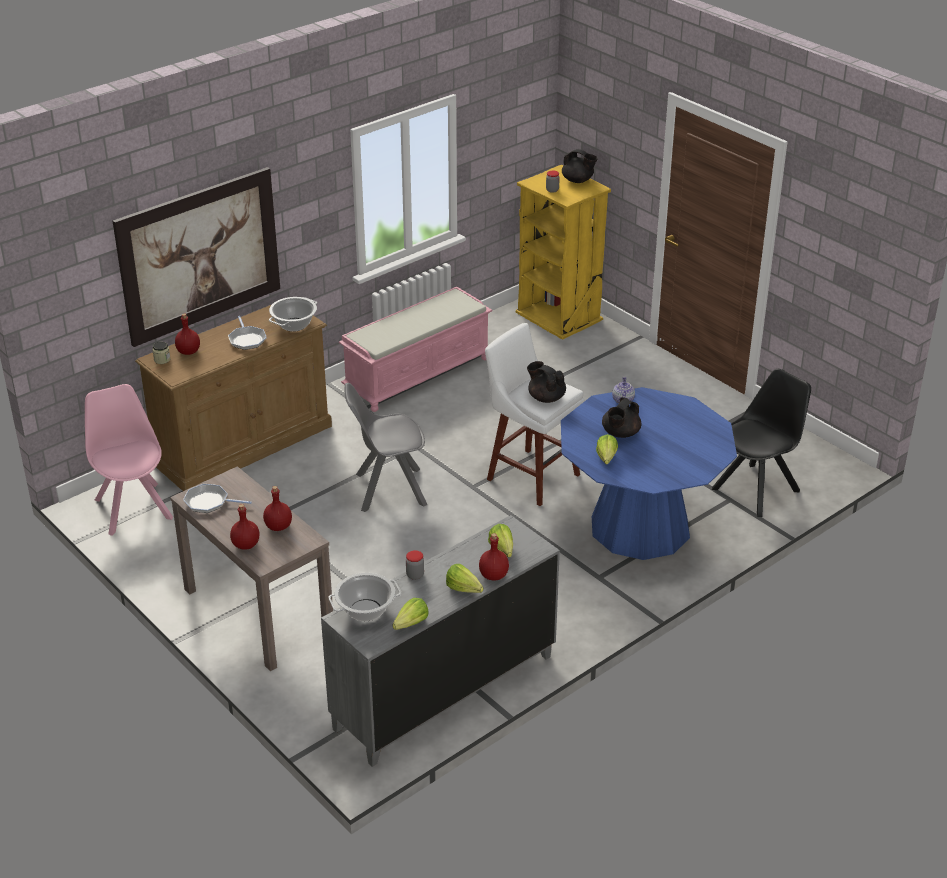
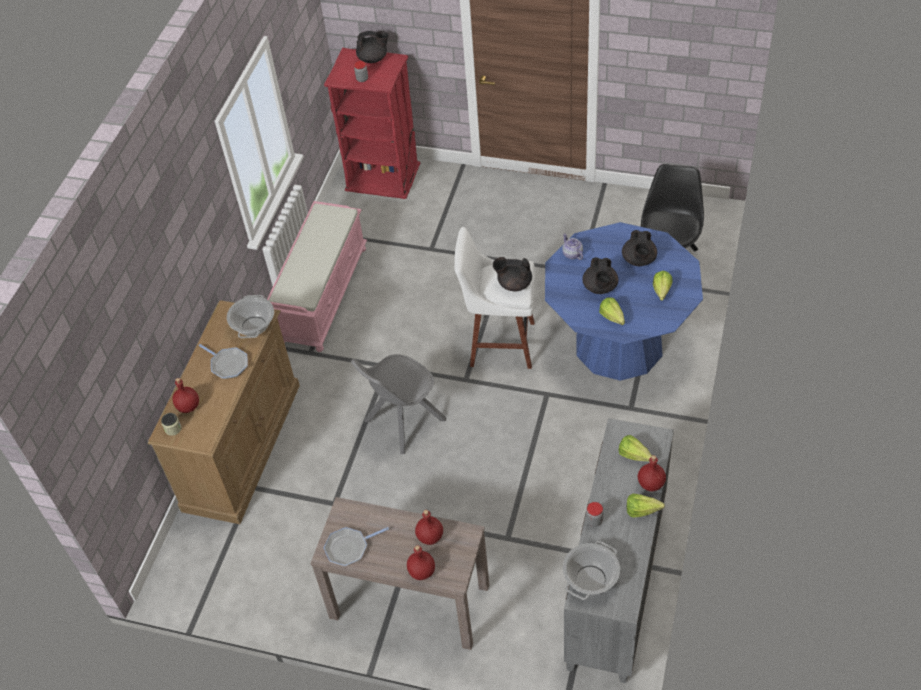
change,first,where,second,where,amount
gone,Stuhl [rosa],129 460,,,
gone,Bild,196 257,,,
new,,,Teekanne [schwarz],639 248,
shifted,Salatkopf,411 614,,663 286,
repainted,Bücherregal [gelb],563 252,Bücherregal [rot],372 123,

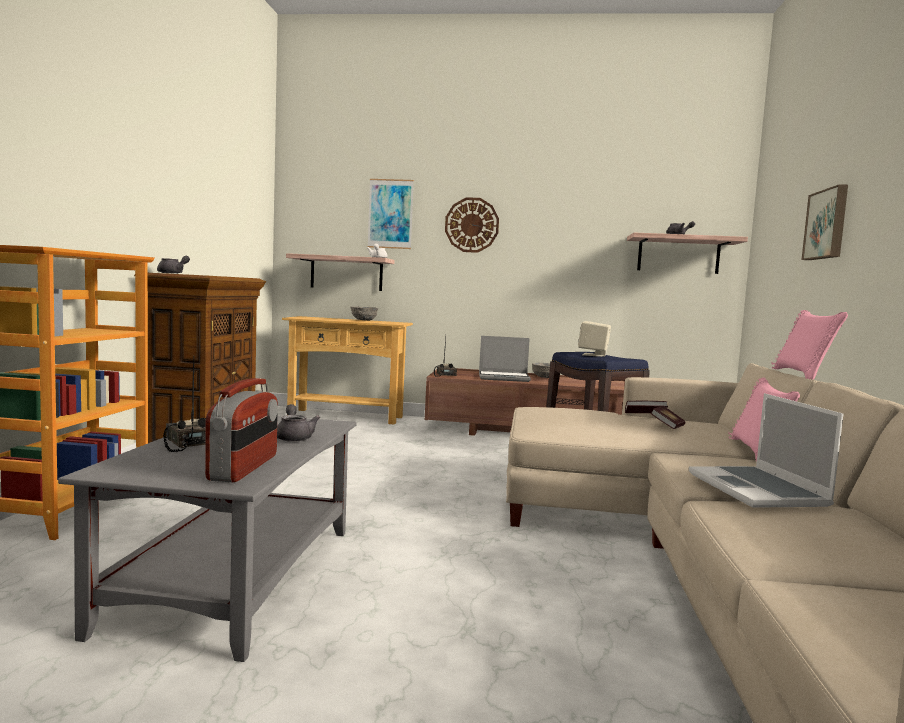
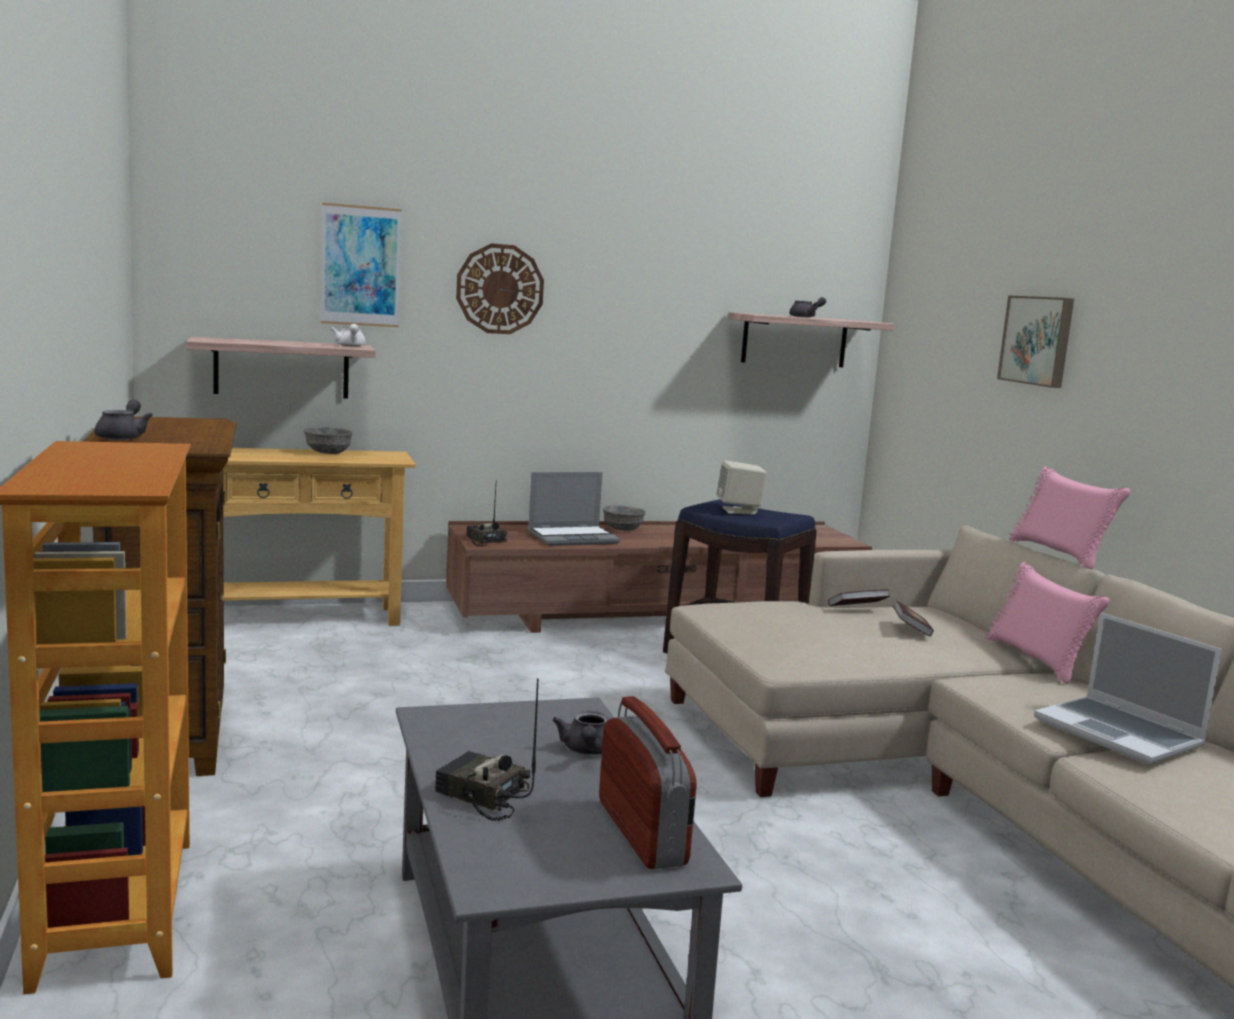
change,first,where,second,where,amount
rotated,Teekanne [grau],298 423,,580 733,135 degrees counterclockwise

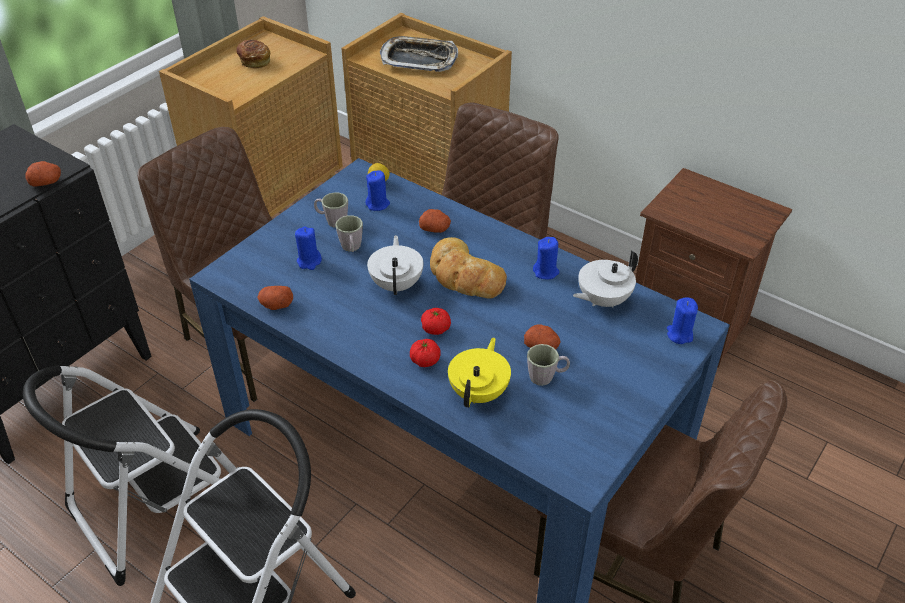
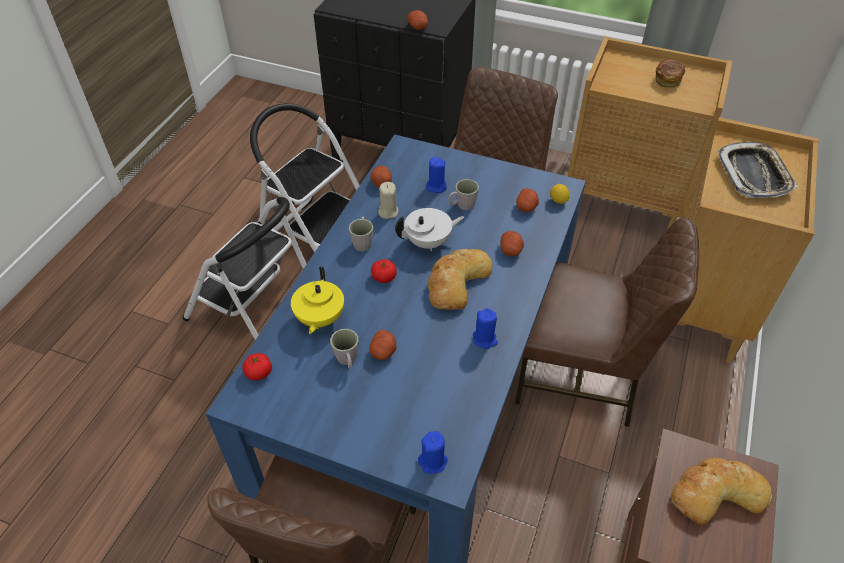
change,first,where,second,where,amount
gone,Teekanne [weiß],605 279,,,
new,,,Kerze [beige],388 200,
new,,,Brot,721 491,
shifted,Henkelbecher [grau],331 210,,361 234,
shifted,Tomate,425 353,,257 366,
swapped,Kerze [blau],377 190,Kartoffel,527 200,
rotated,Teekanne [gelb],479 373,,317 300,90 degrees clockwise

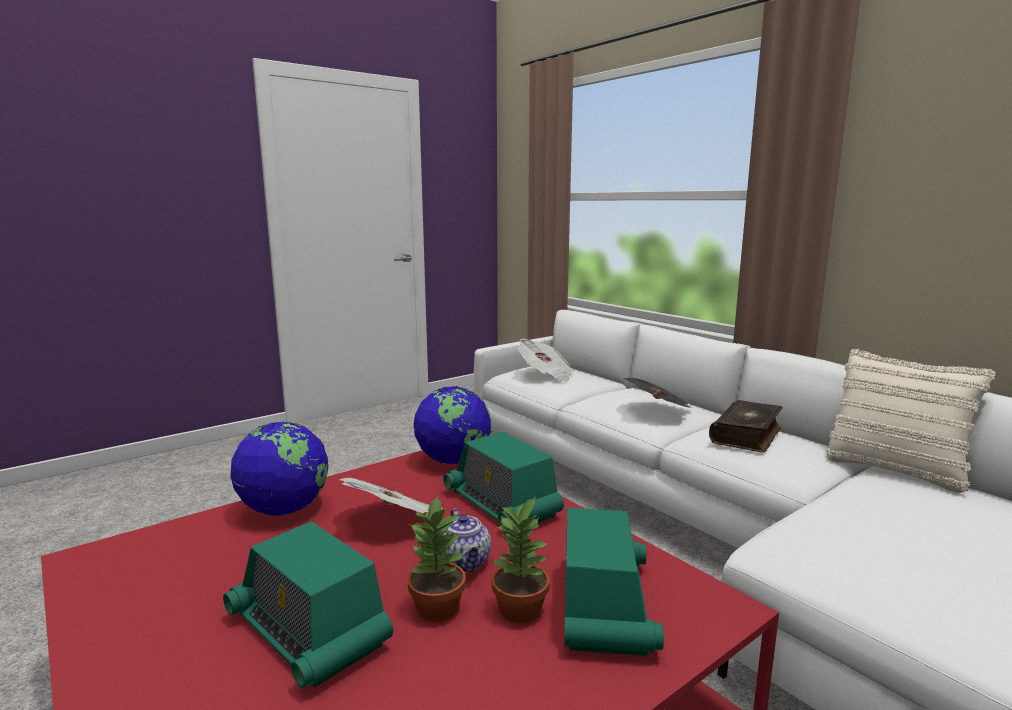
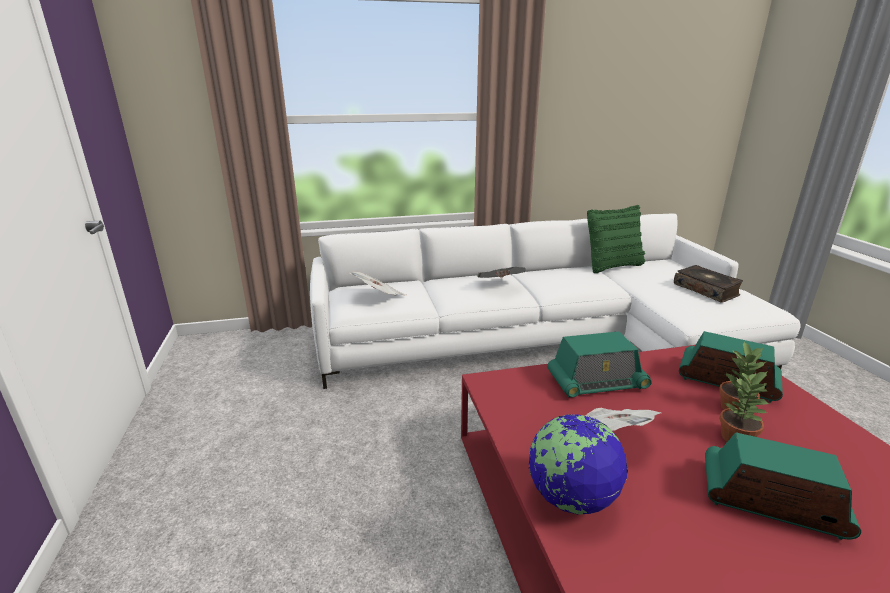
change,first,where,second,where,amount
gone,Globus,452 425,,,
gone,Teekanne,467 541,,,
shifted,Buch,745 426,,708 284,
repainted,Kissen [beige],911 421,Kissen [grün],616 239,
rotated,Radio,308 604,,783 486,135 degrees counterclockwise

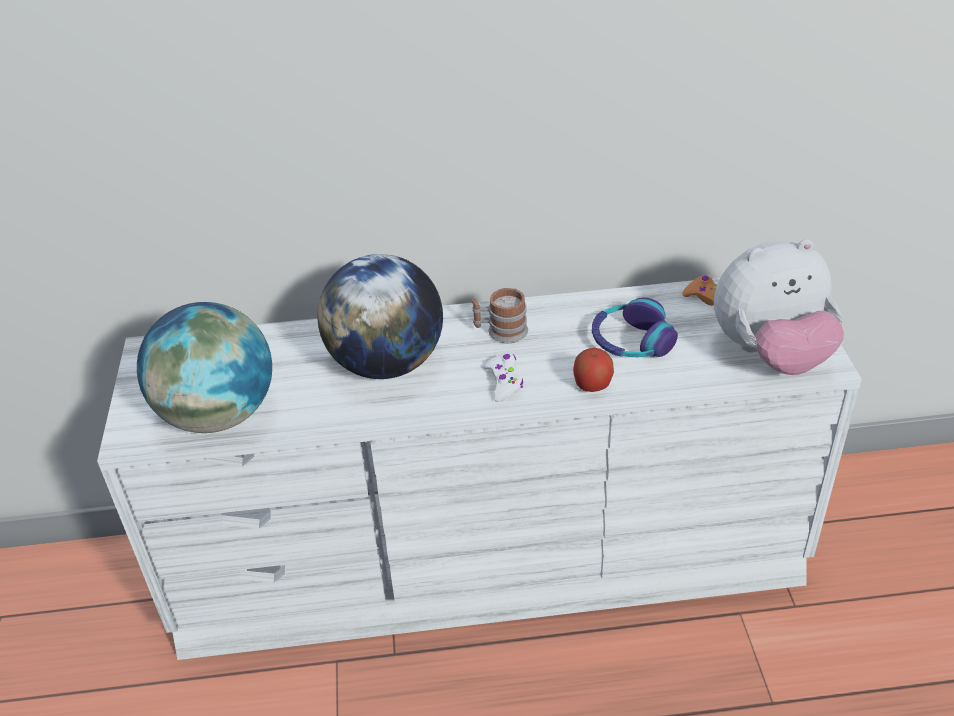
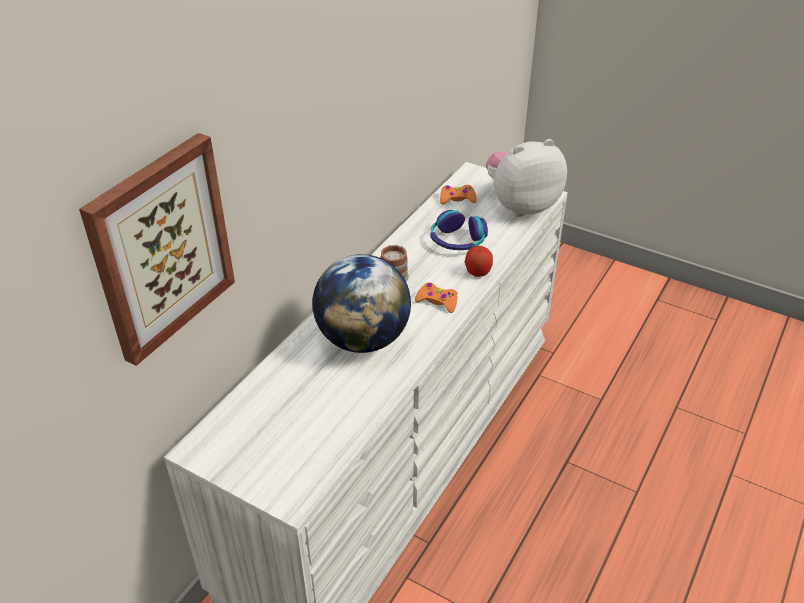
change,first,where,second,where,amount
gone,Globus,204 367,,,
new,,,Bild,157 249,
repainted,Gamepad [weiß],503 377,Gamepad [orange],436 298,
rotated,Plüschtier,779 307,,526 178,135 degrees counterclockwise

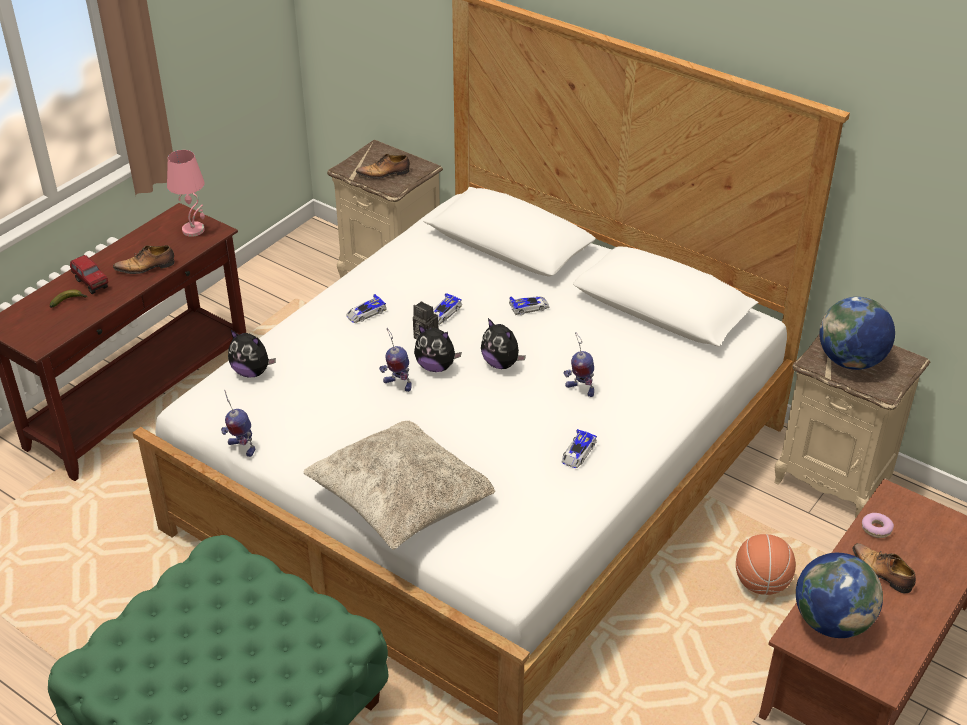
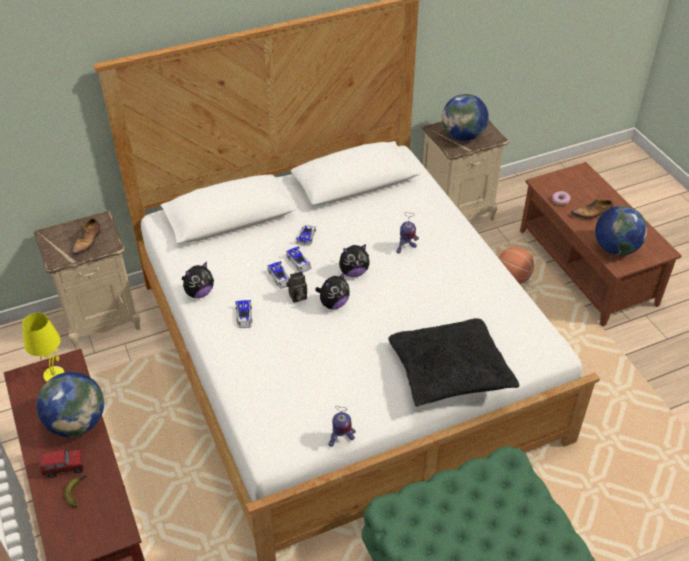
change,first,where,second,where,amount
gone,Spielzeugroboter,395 360,,,
shifted,Plüschtier,252 354,,198 280,
shifted,Spielzeugauto,579 448,,299 259,
swapped,Schuh,144 259,Globus,70 404,
repainted,Tischlampe [rosa],186 193,Tischlampe [gelb],43 347,
repainted,Kissen [beige],399 485,Kissen [schwarz],454 362,

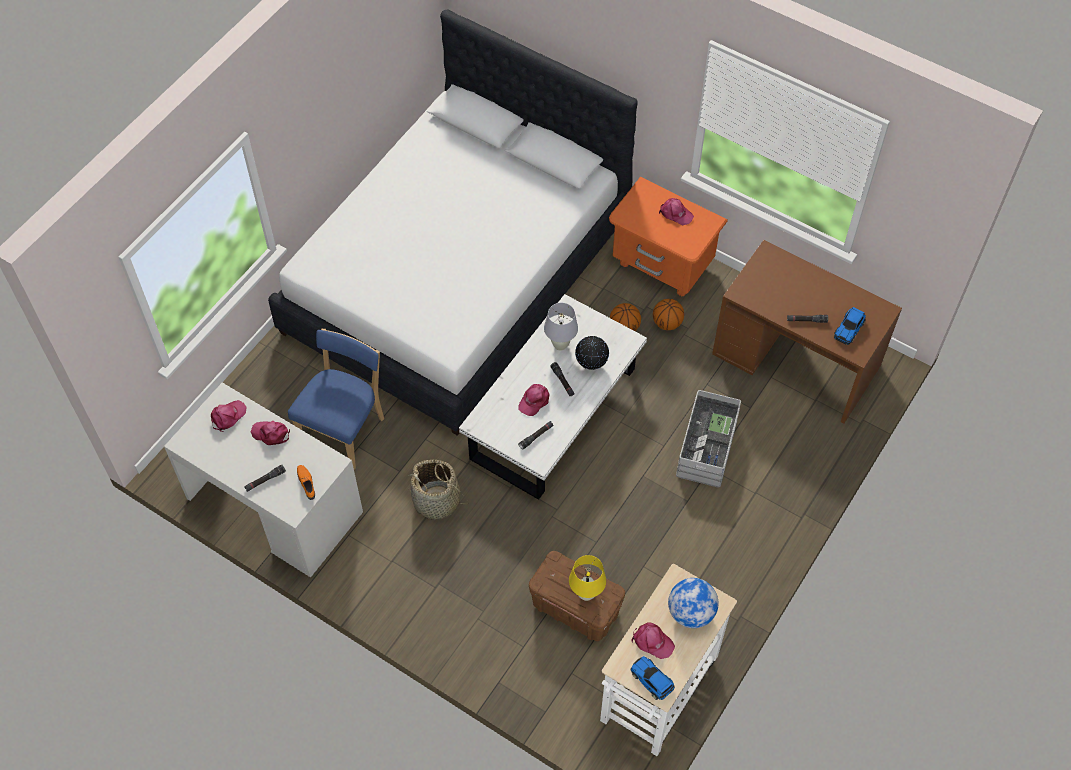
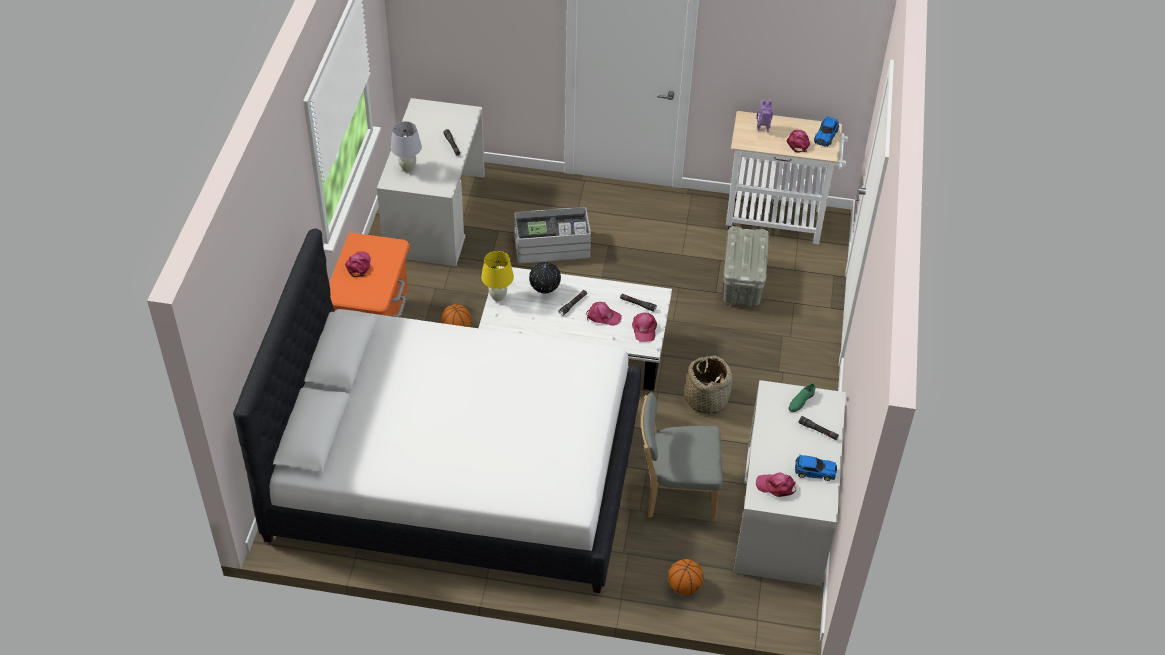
change,first,where,second,where,amount
shifted,Kappe [rosa],270 433,,644 327,
shifted,Tischlampe [weiß],561 327,,406 146,
shifted,Tischlampe [gelb],587 578,,497 276,
shifted,Basketball,668 314,,686 577,
shifted,Spielzeugauto,850 326,,816 468,
swapped,Globus,693 603,Spielzeugroboter,764 116,
repainted,Stuhl [blau],336 399,Stuhl [grau],681 456,
repainted,Schuh [orange],306 482,Schuh [grün],801 398,
repainted,Aufbewahrungsbox [braun],577 596,Aufbewahrungsbox [grau],746 266,
repainted,Schreibtisch [braun],807 331,Schreibtisch [weiß],431 182,

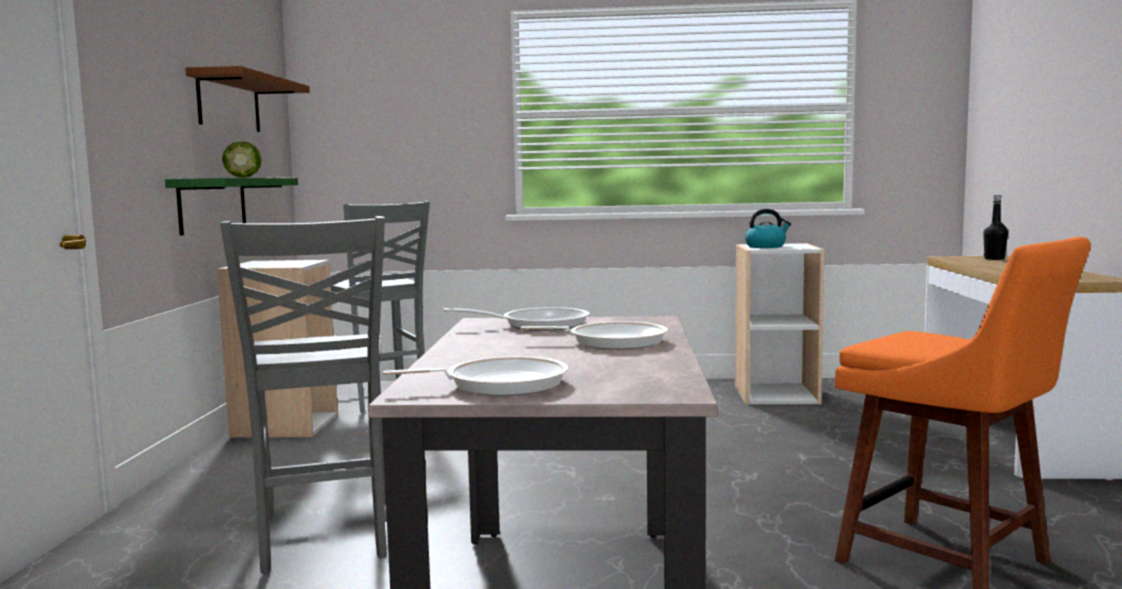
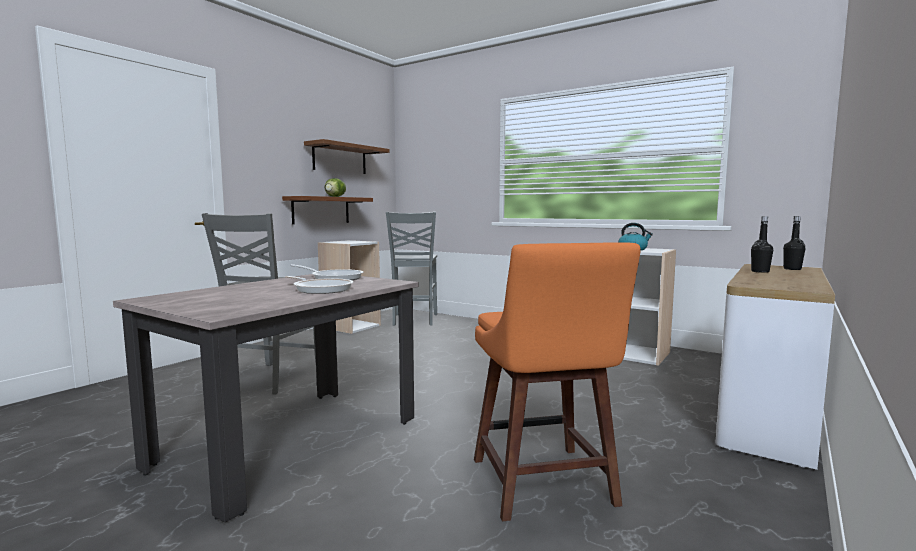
change,first,where,second,where,amount
gone,Pfanne,475 376,,,
new,,,Flasche [schwarz],762 244,
repainted,Wandregal [grün],231 206,Wandregal [braun],327 210,

